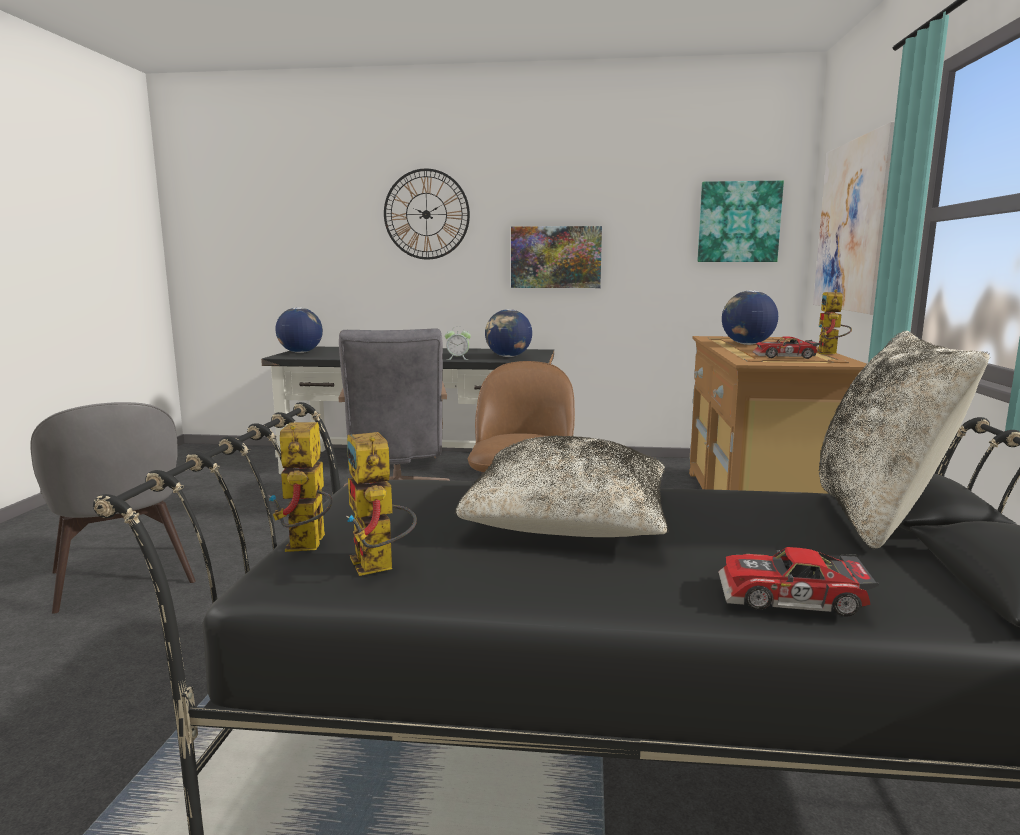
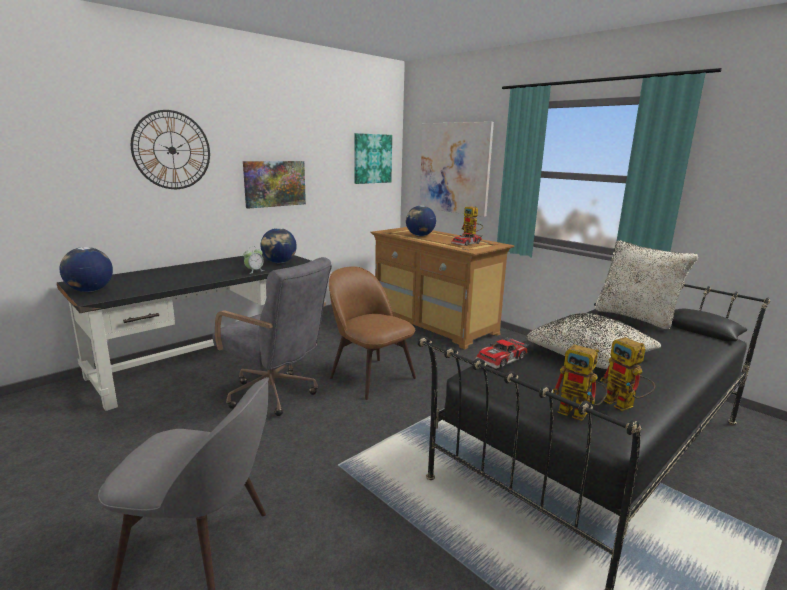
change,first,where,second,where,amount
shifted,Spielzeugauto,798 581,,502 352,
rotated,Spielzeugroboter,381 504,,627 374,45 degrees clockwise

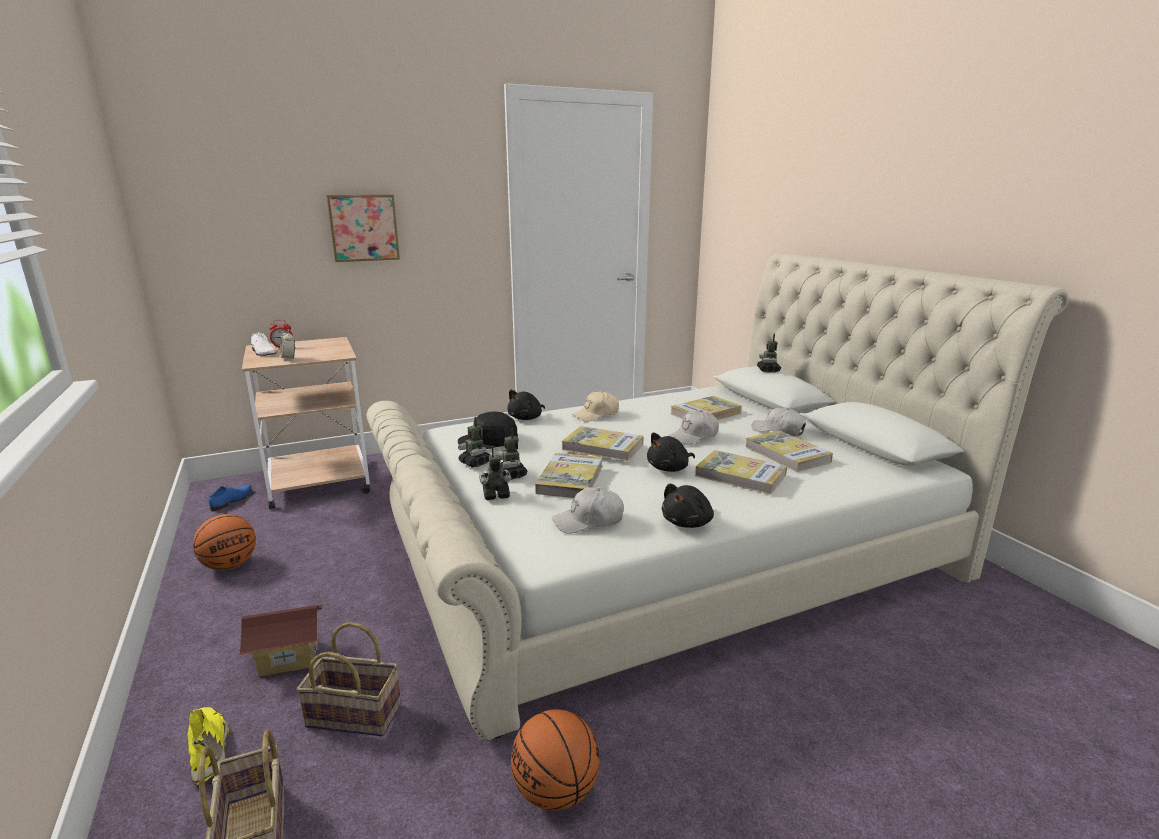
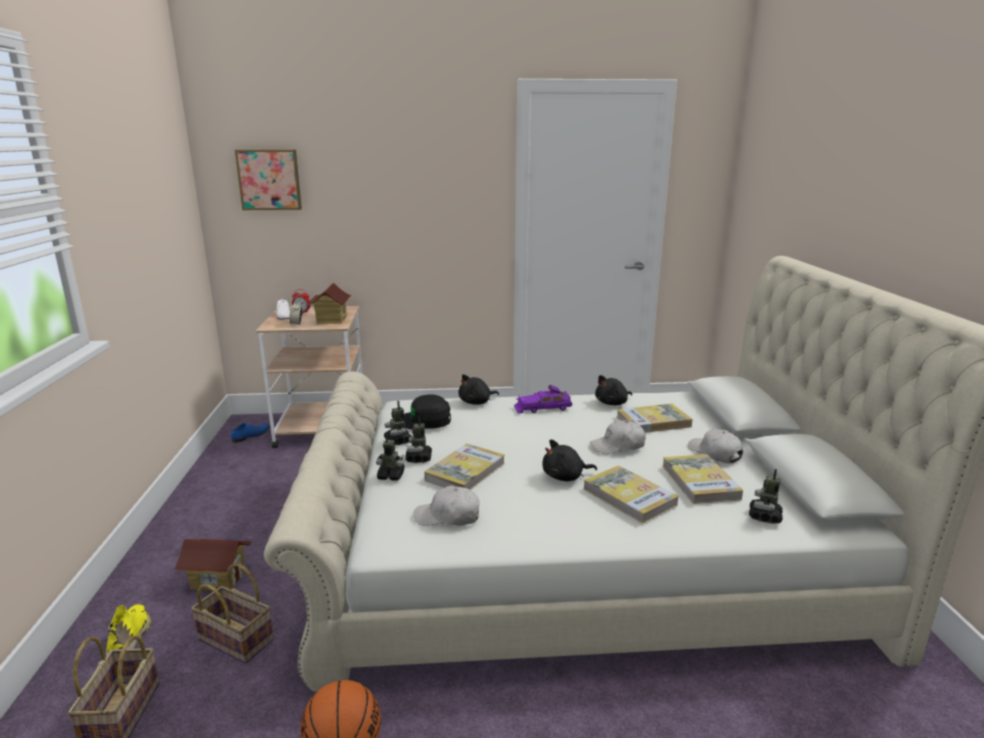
change,first,where,second,where,amount
gone,Basketball,224 542,,,
gone,Buch,603 443,,,
new,,,Spielzeughaus,329 303,
shifted,Bild,363 228,,268 180,
shifted,Plüschtier [schwarz],688 506,,613 390,
shifted,Spielzeugroboter,769 353,,766 496,
swapped,Kappe [beige],595 406,Spielzeugauto [lila],543 399,

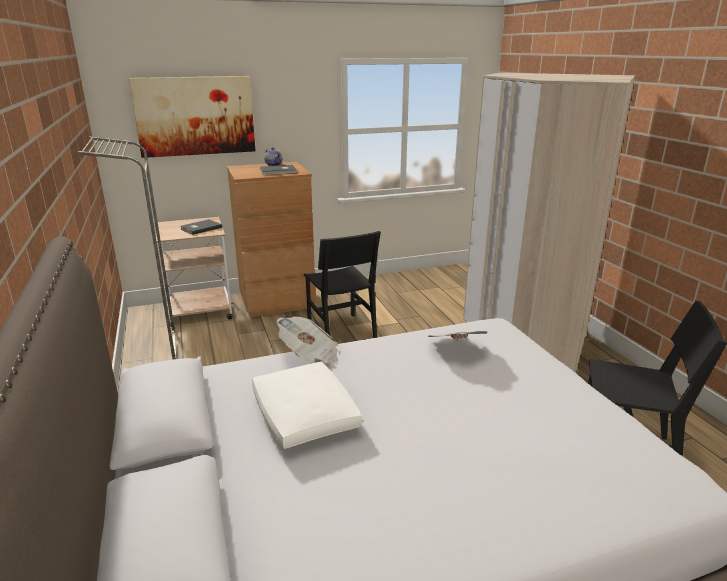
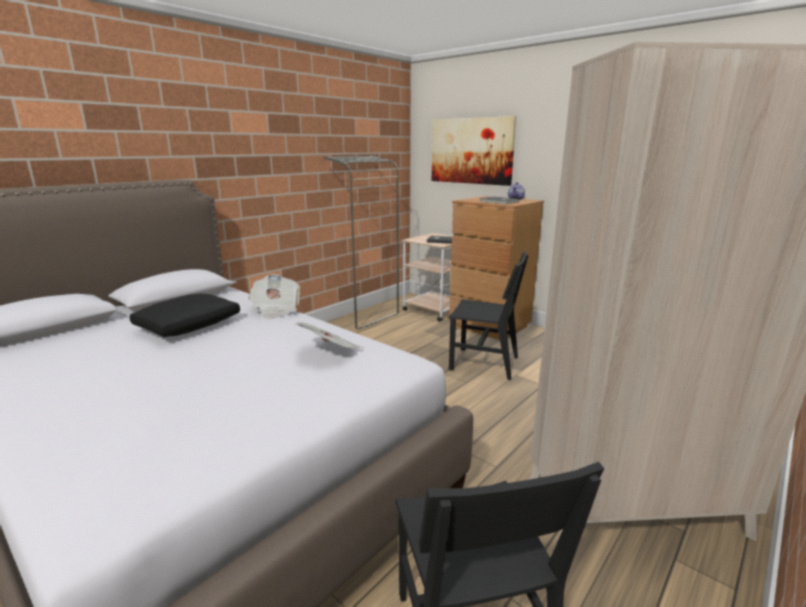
change,first,where,second,where,amount
repainted,Kissen [weiß],307 405,Kissen [schwarz],184 315,
rotated,Stuhl [schwarz],342 284,,488 316,105 degrees counterclockwise

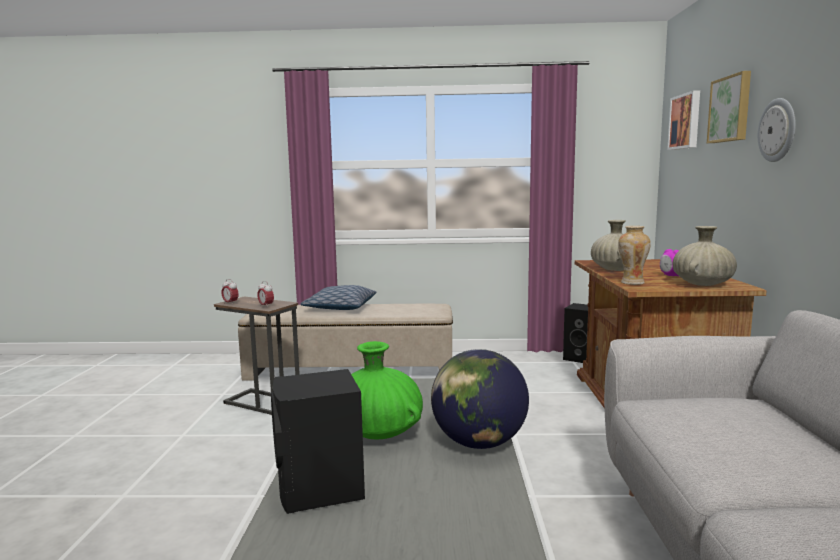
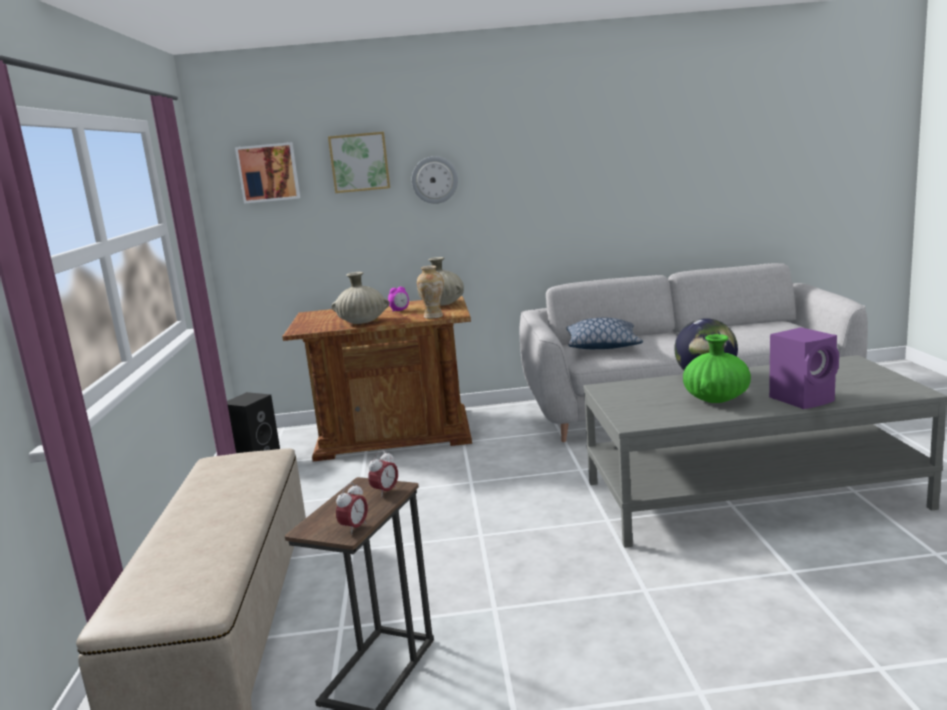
change,first,where,second,where,amount
shifted,Kissen,338 297,,604 333,
repainted,Lautsprecher [schwarz],318 441,Lautsprecher [lila],804 368,

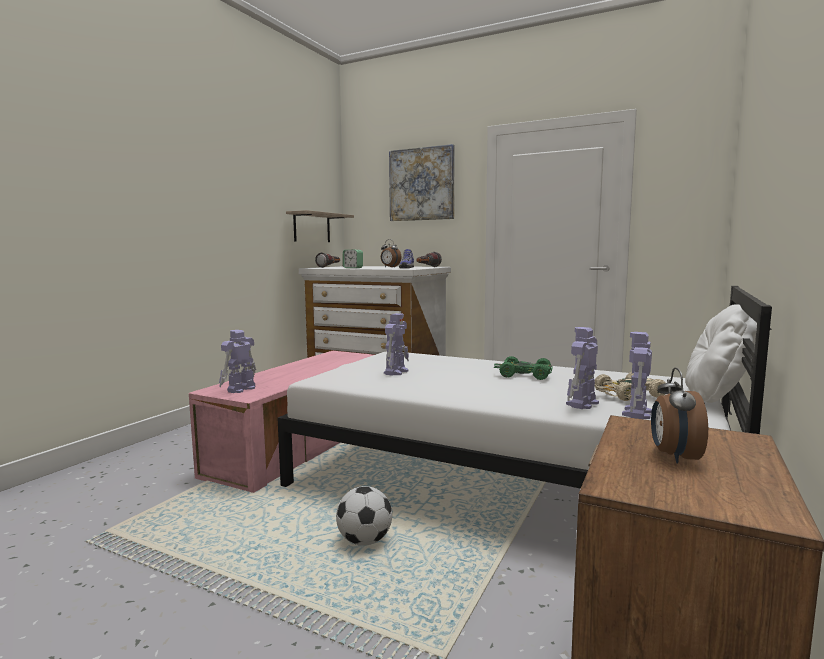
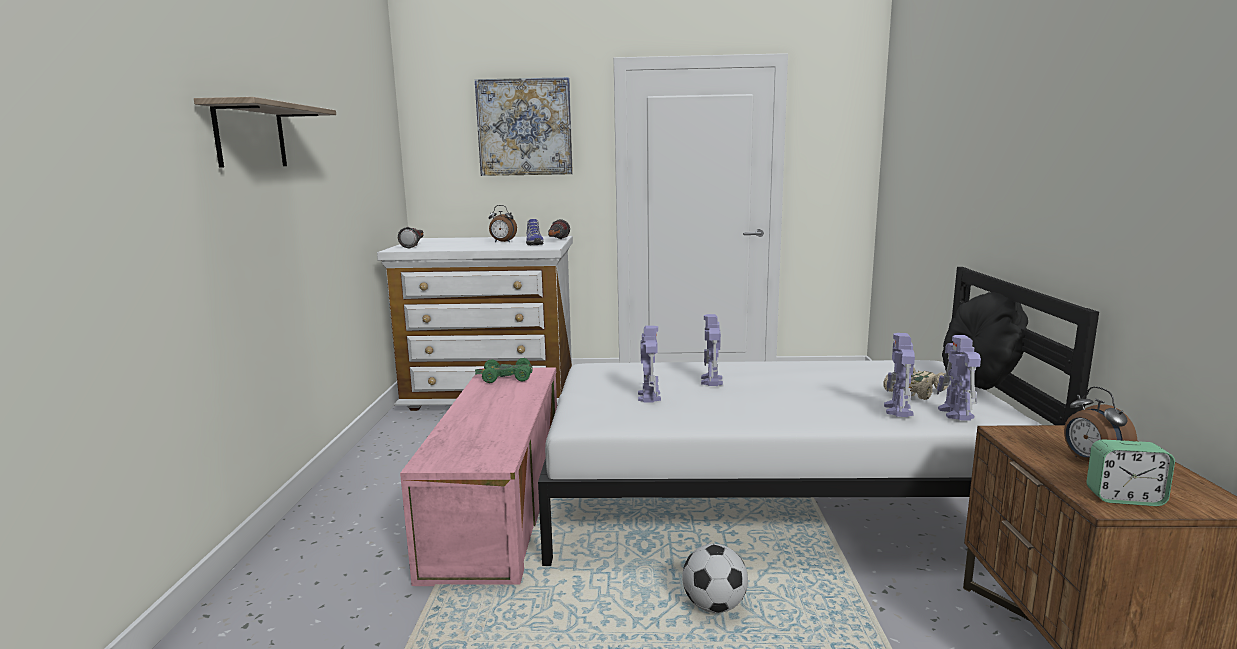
change,first,where,second,where,amount
shifted,Spielzeugroboter,237 361,,712 350,
shifted,Wandregal,320 226,,265 132,
shifted,Wecker,353 258,,1130 472,
shifted,Spielzeugauto [grün],523 368,,504 370,
repainted,Kissen [weiß],721 353,Kissen [schwarz],985 341,

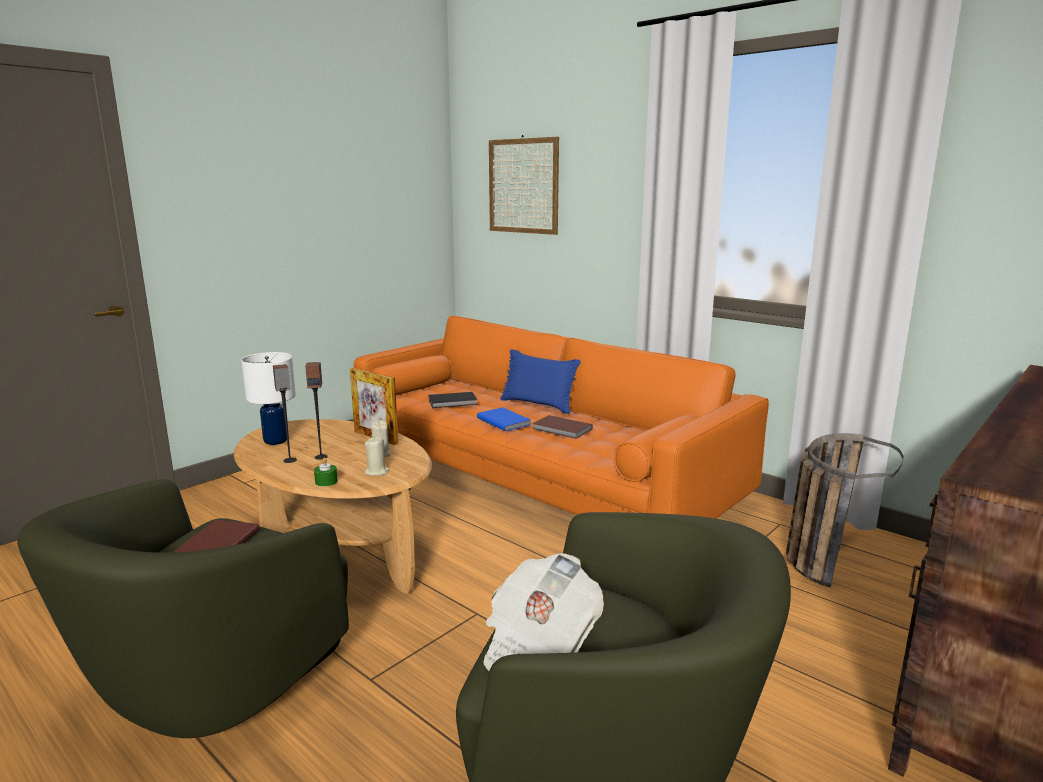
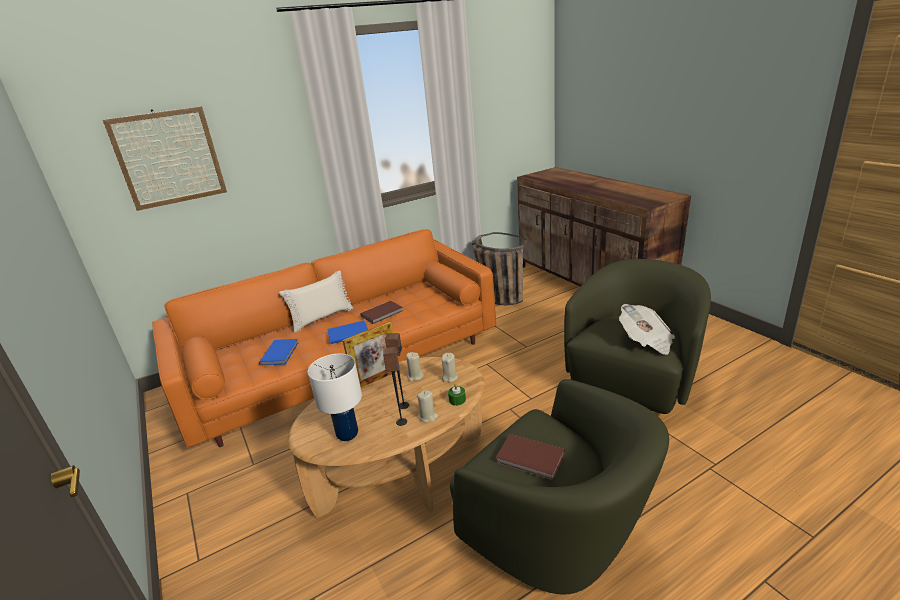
change,first,where,second,where,amount
new,,,Kerze [beige],427 406,
repainted,Buch [schwarz],453 400,Buch [blau],279 352,
repainted,Kissen [blau],540 381,Kissen [weiß],316 301,

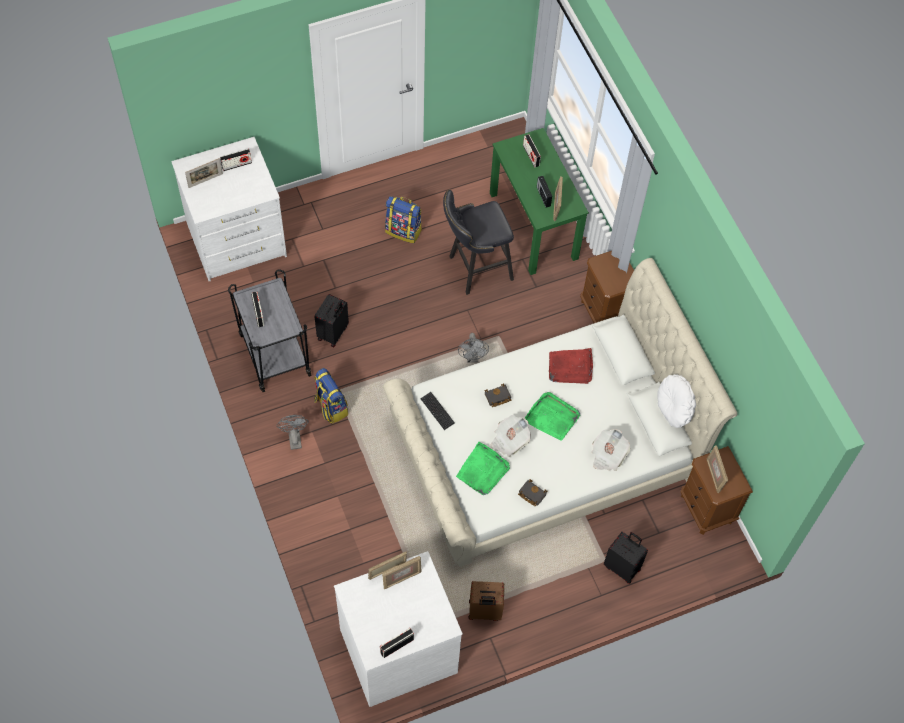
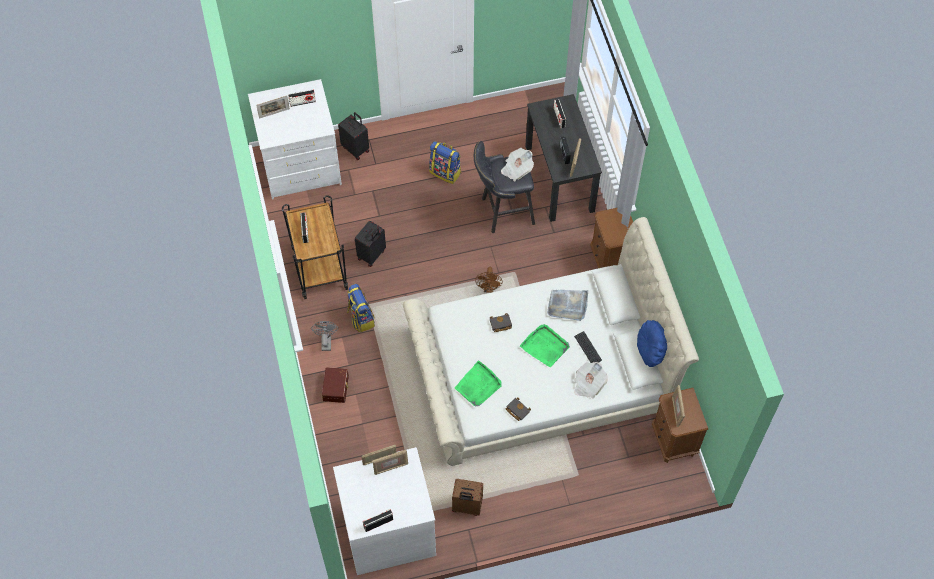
change,first,where,second,where,amount
new,,,Aufbewahrungsbox [braun],335 385,
shifted,Tastatur,437 411,,588 347,
shifted,Zeitung,511 436,,517 164,
shifted,Koffer [schwarz],626 558,,353 136,
repainted,Rollwagen [grau],270 330,Rollwagen [braun],315 247,
repainted,Ventilator [grau],473 348,Ventilator [braun],488 280,
repainted,Schreibtisch [grün],539 201,Schreibtisch [schwarz],563 158,
repainted,Tablett [rot],571 366,Tablett [grau],567 305,
repainted,Kissen [weiß],676 401,Kissen [blau],652 343,

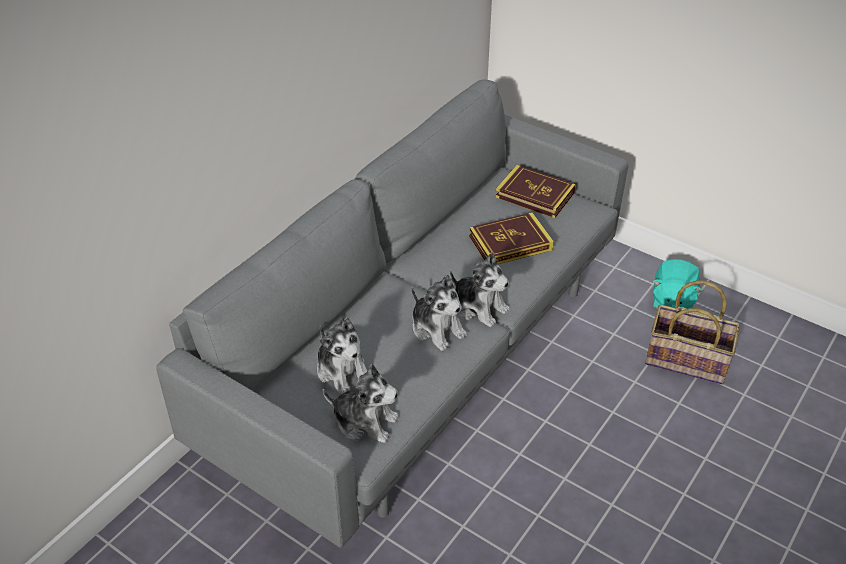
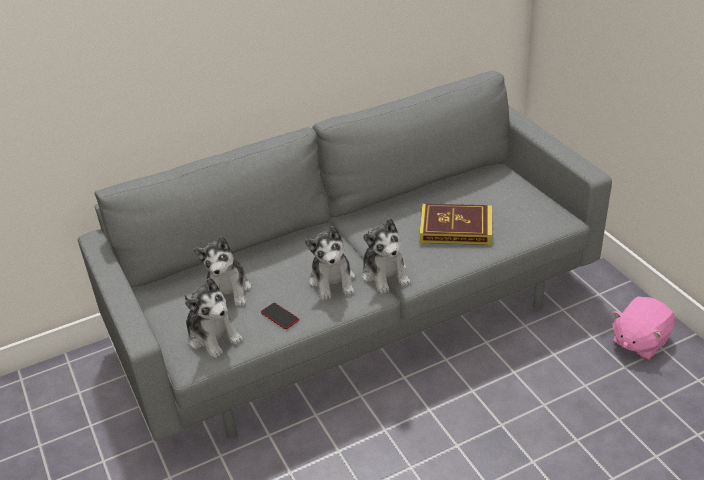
change,first,where,second,where,amount
gone,Buch,535 191,,,
gone,Korb,692 332,,,
new,,,Handy,280 316,
repainted,Plüschtier [türkis],678 284,Plüschtier [rosa],643 328,

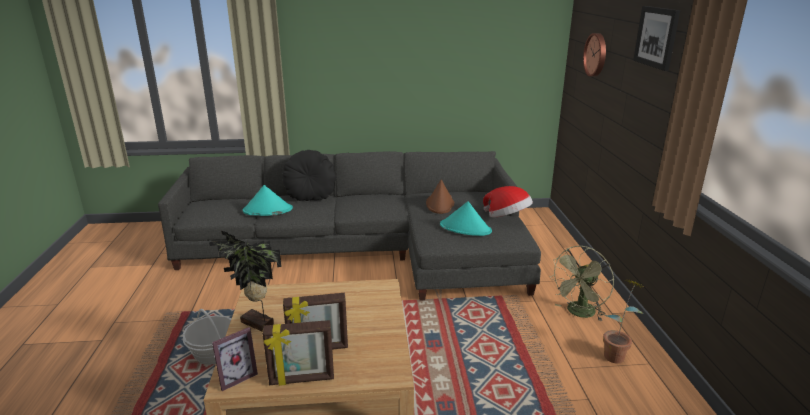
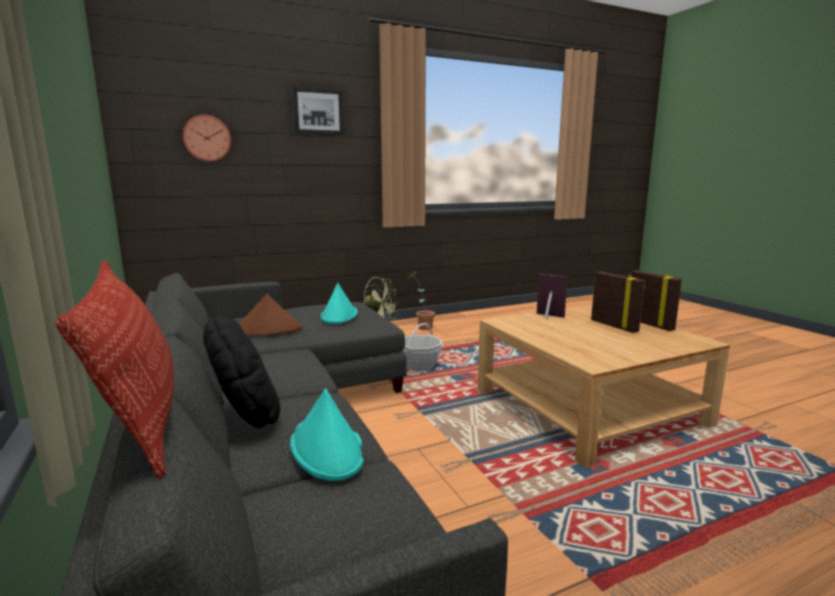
change,first,where,second,where,amount
gone,Topfpflanze,245 281,,,
gone,Hut,508 201,,,
new,,,Kissen,115 369,
shifted,Korb,207 337,,422 347,
shifted,Bilderrahmen,235 359,,552 296,

